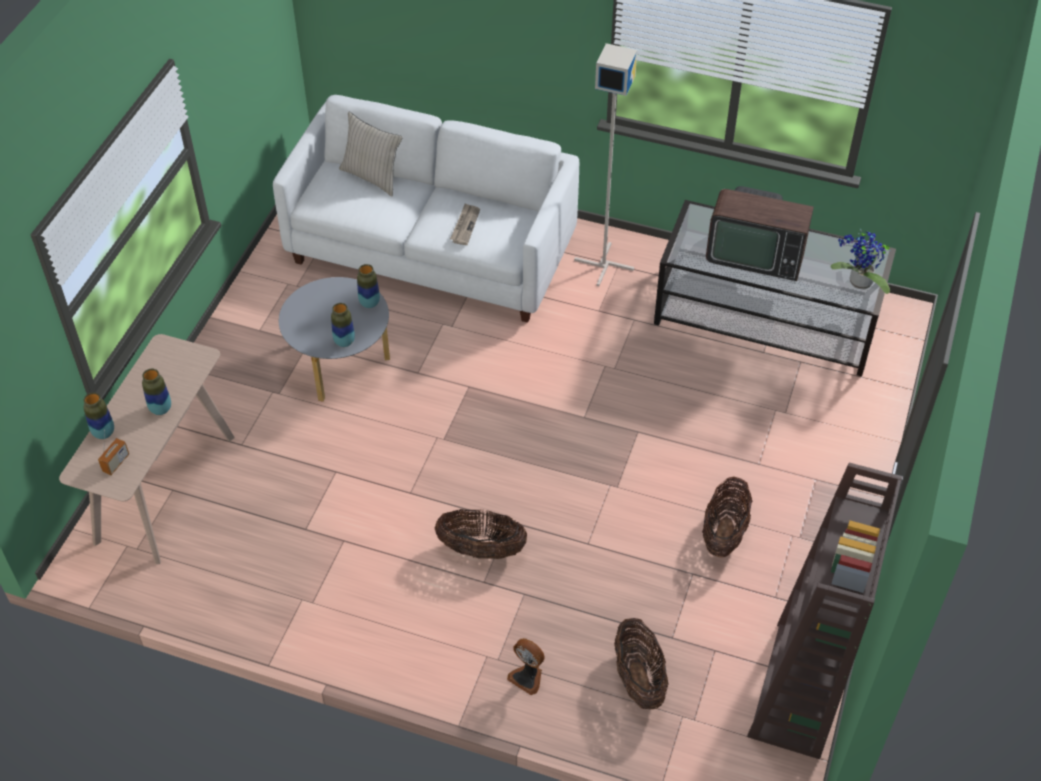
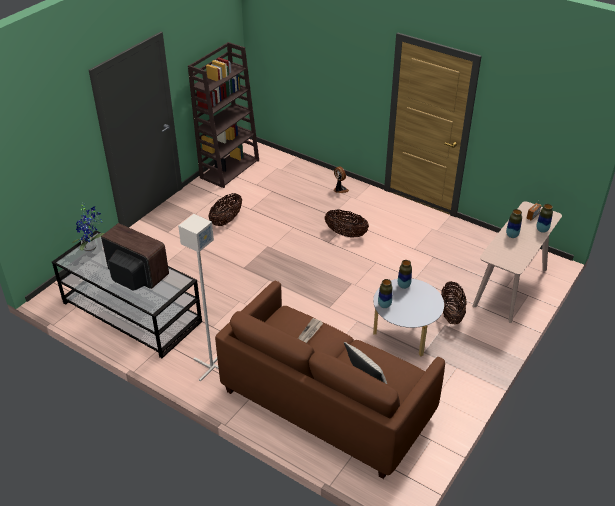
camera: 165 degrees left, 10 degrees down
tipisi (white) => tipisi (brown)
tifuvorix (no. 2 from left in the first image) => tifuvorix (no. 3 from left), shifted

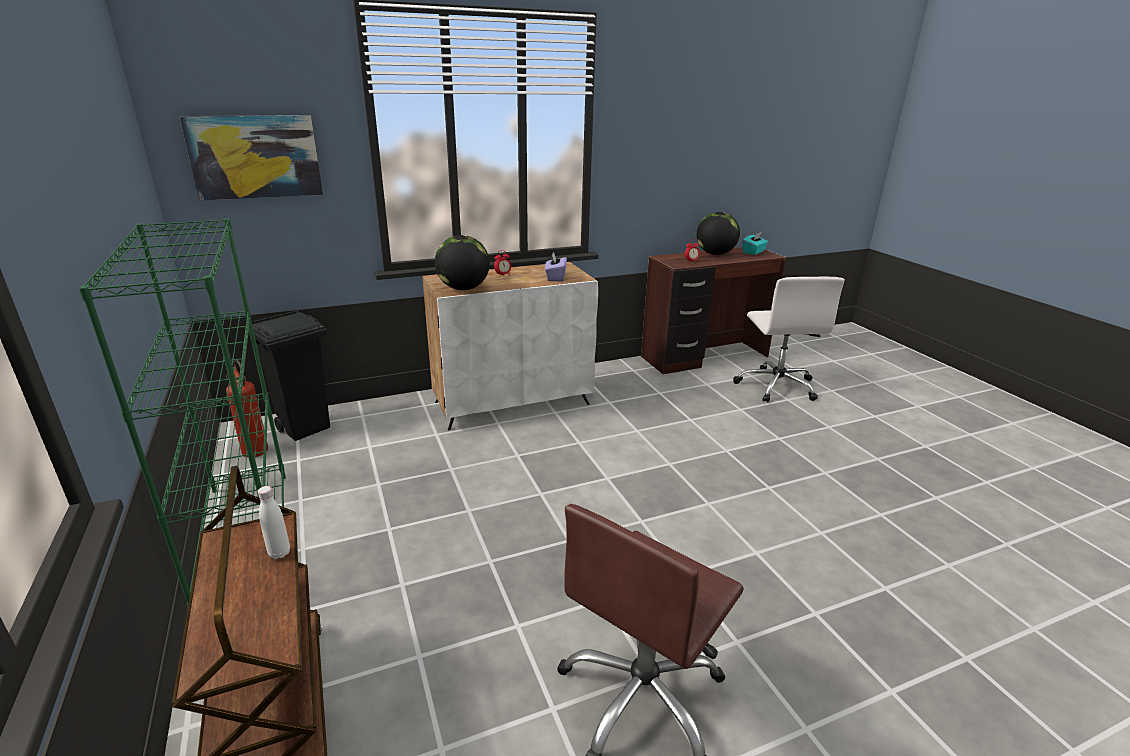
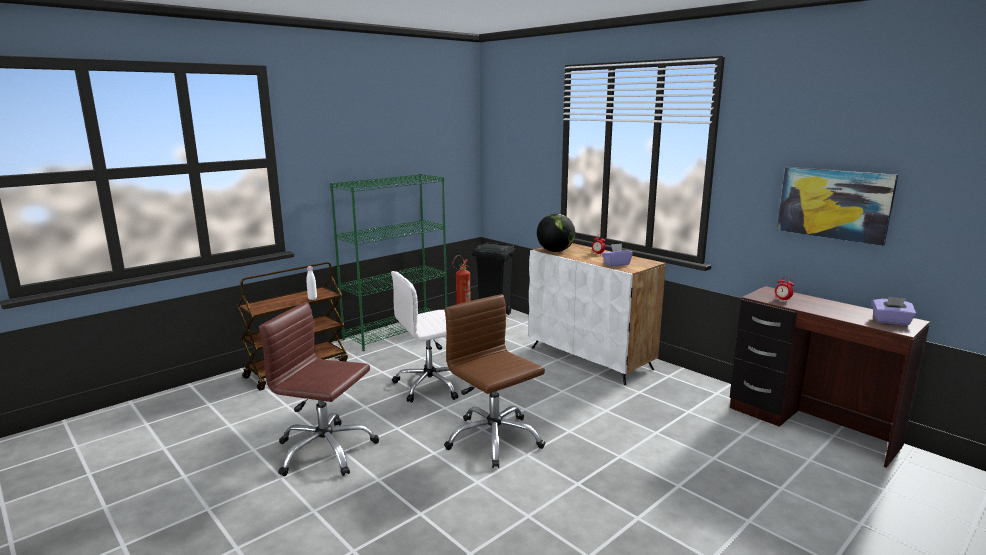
camera: 70 degrees right, 10 degrees down
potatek, shifted
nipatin (no. 2 from left) => nothing
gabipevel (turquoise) => gabipevel (purple) (no. 2 from left)
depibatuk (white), shifted
nothing => depibatuk (brown) (no. 2 from left)

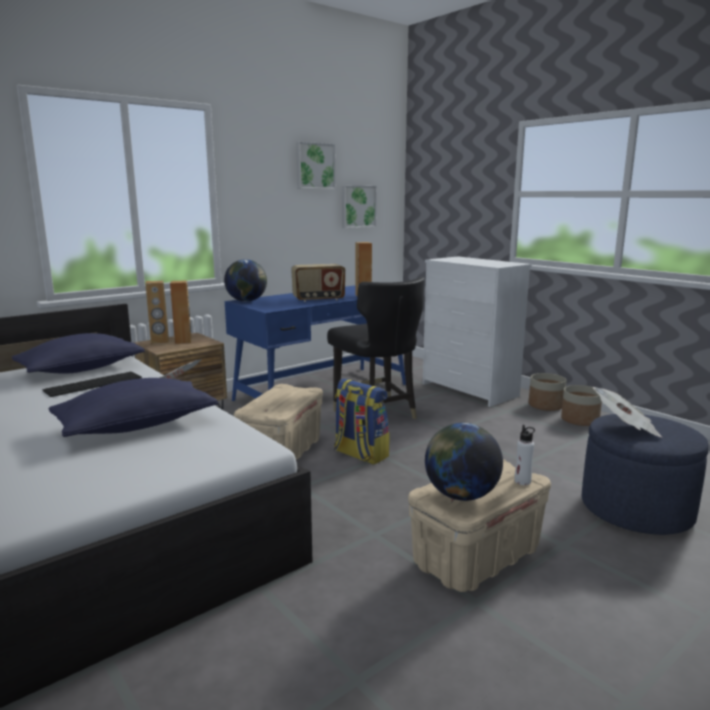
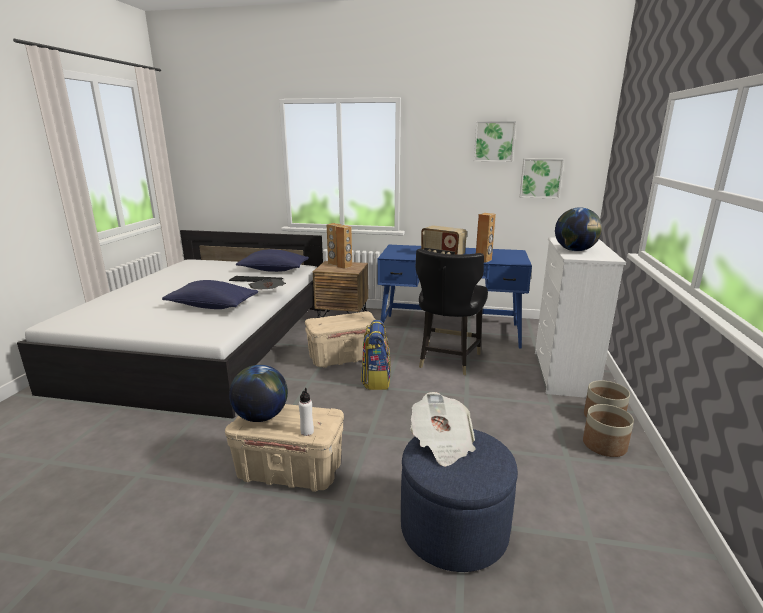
camera: 50 degrees right, 5 degrees up
nipatin (no. 1 from left in the first image) => nipatin (no. 2 from left), shifted

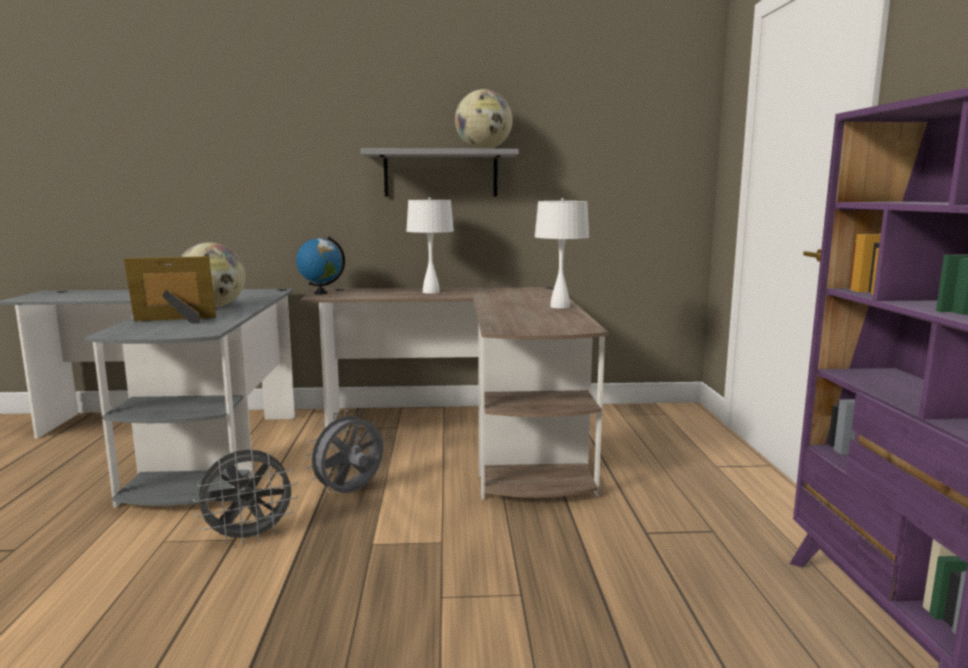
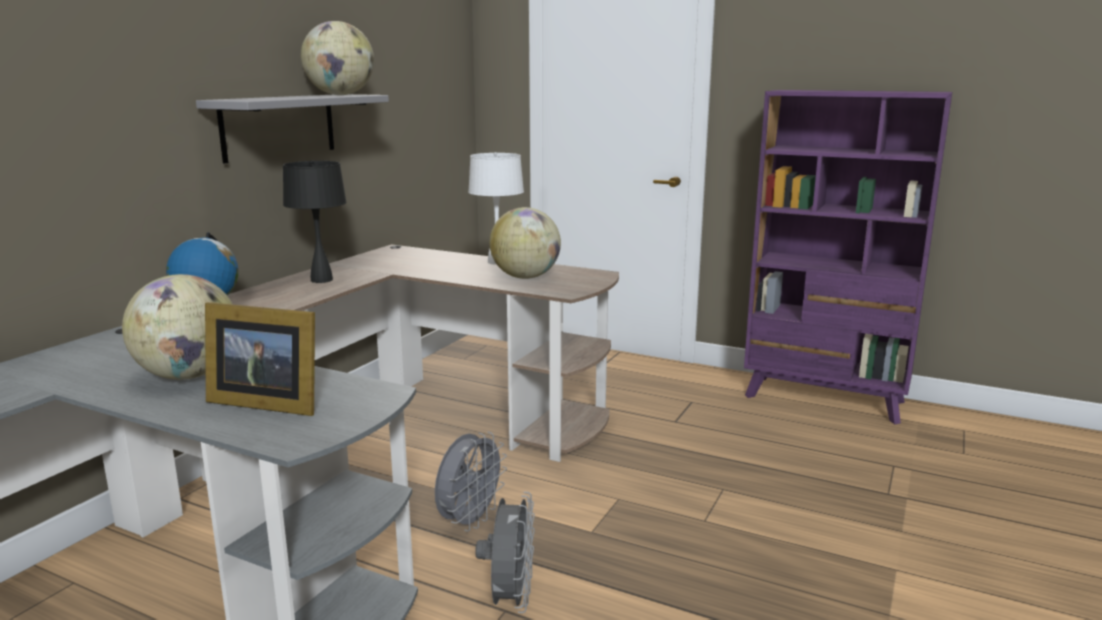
camera: 60 degrees left, 5 degrees up
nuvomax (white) (no. 1 from left) => nuvomax (black)
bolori, 90 degrees counterclockwise
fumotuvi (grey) (no. 2 from left in the first image) => fumotuvi (grey) (no. 1 from left), 135 degrees counterclockwise
nothing => nipatin (no. 4 from left)

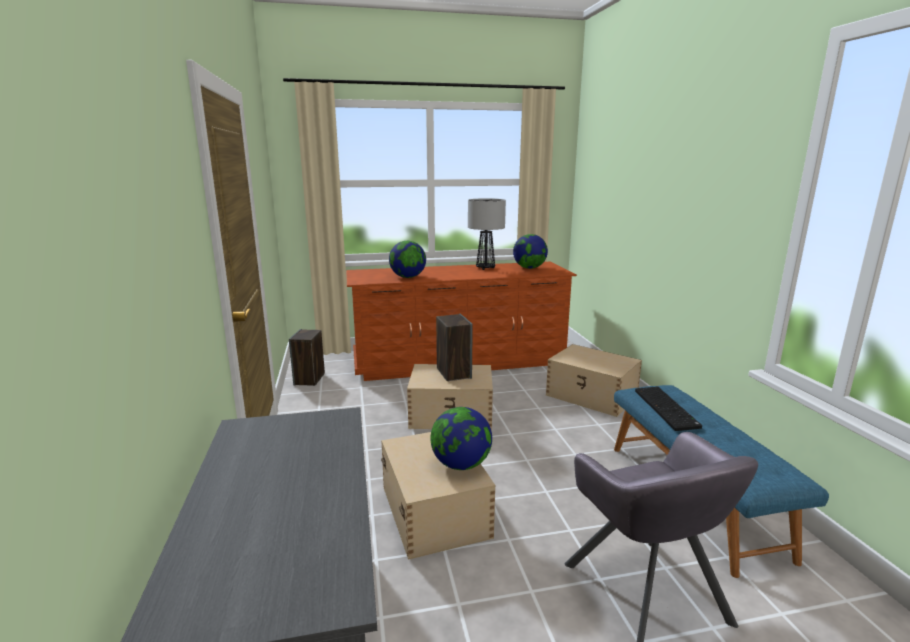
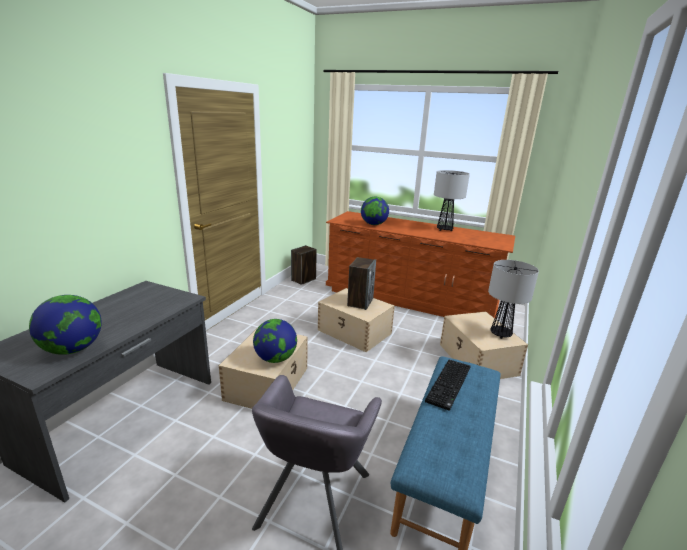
camera: 35 degrees right, 5 degrees up
nipatin (no. 3 from left in the first image) => nipatin (no. 1 from left), shifted
nothing => nuvomax (no. 2 from left)

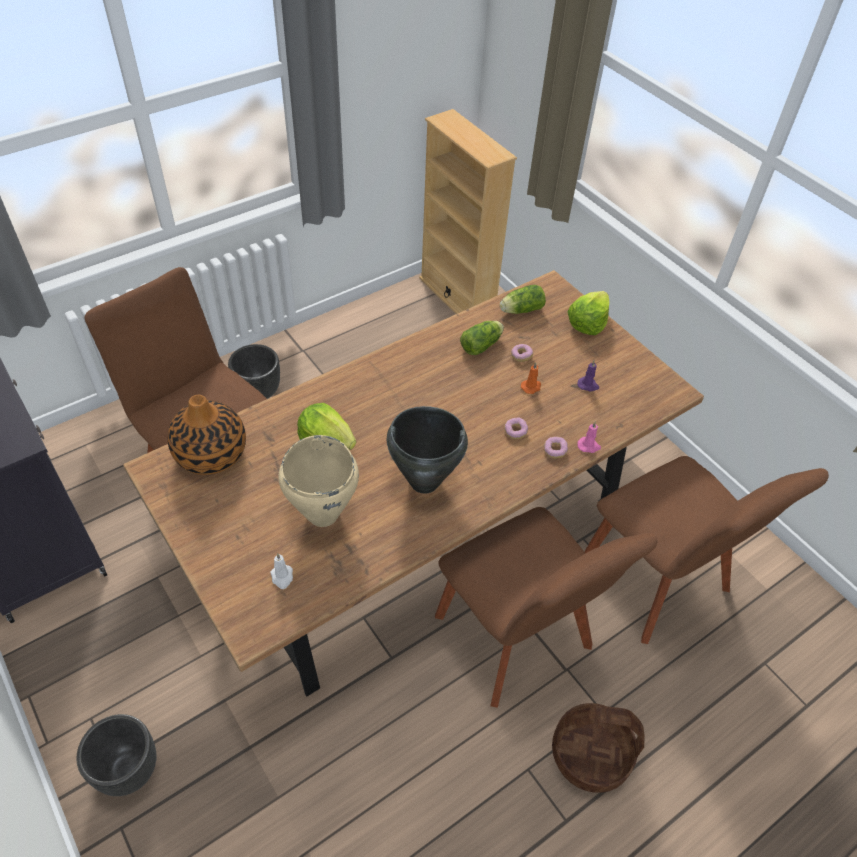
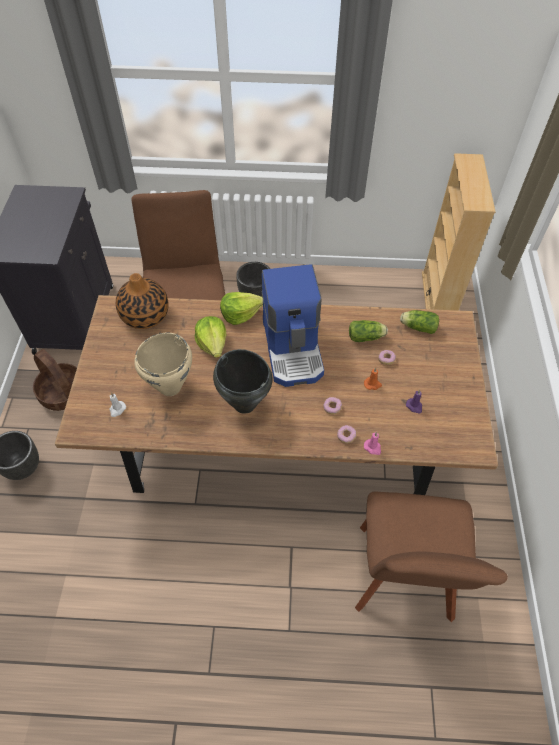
camera: 40 degrees right, 5 degrees up
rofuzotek (no. 4 from left in the first image) => rofuzotek (no. 2 from left), shifted
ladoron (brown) (no. 2 from left) => nothing
tifuvorix, shifted
nothing => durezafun

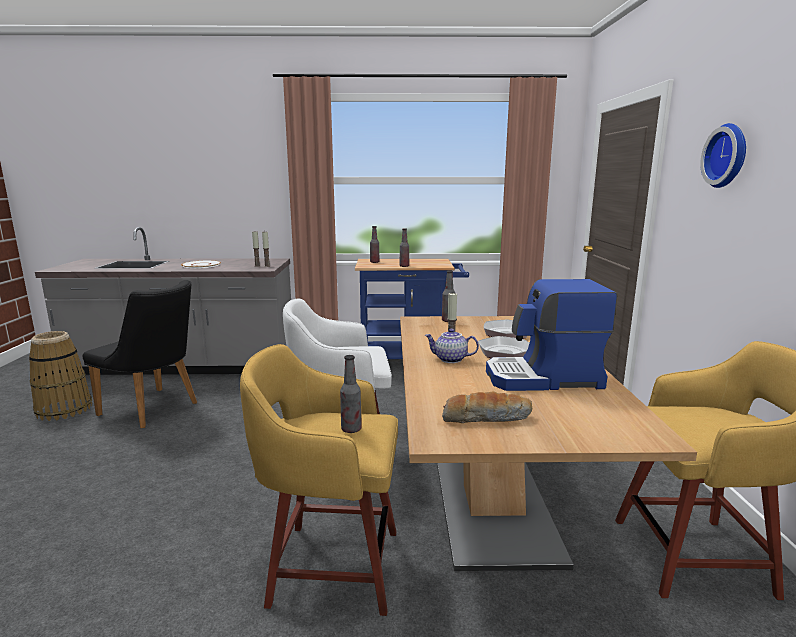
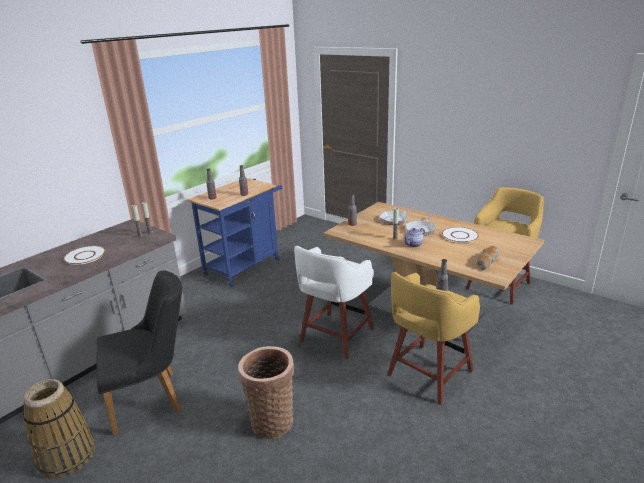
camera: 50 degrees left, 10 degrees up
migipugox => nothing
durezafun => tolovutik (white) (no. 2 from left)
nothing => tifuvorix (no. 2 from left)

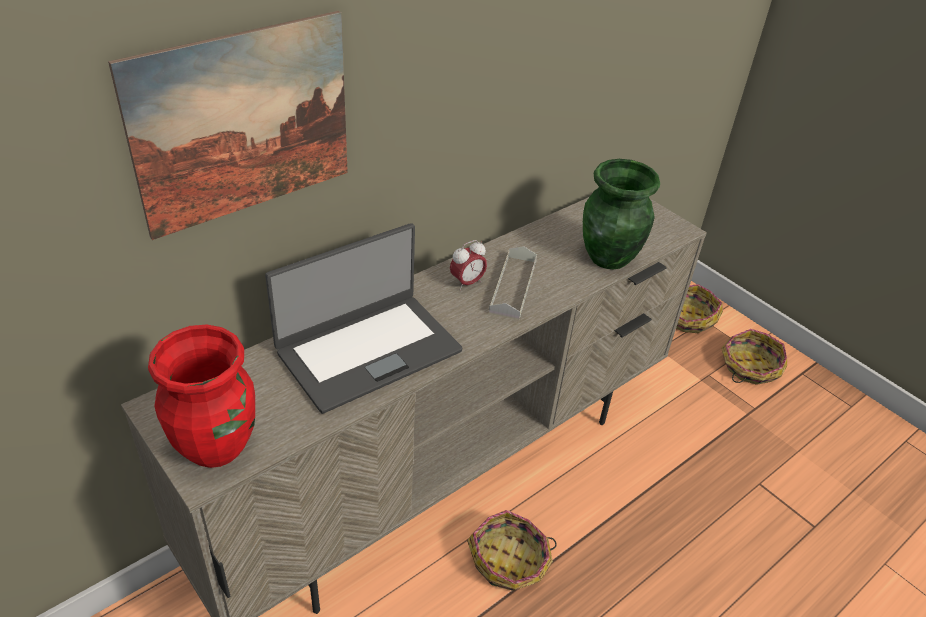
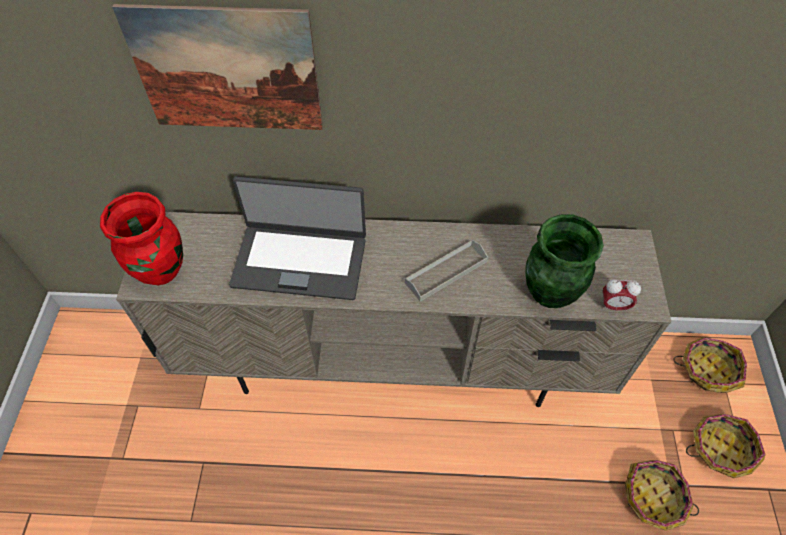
camera: 45 degrees right, 15 degrees up
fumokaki, shifted
tifuvorix (no. 1 from left), shifted

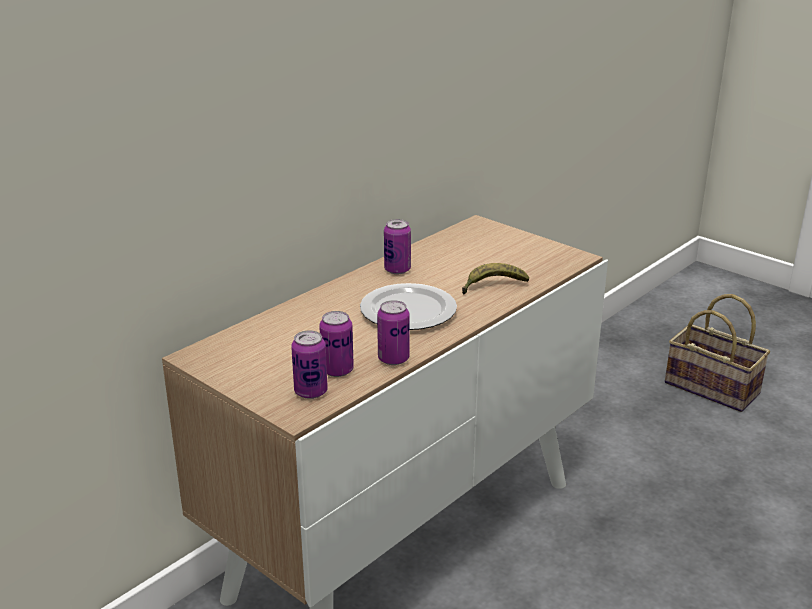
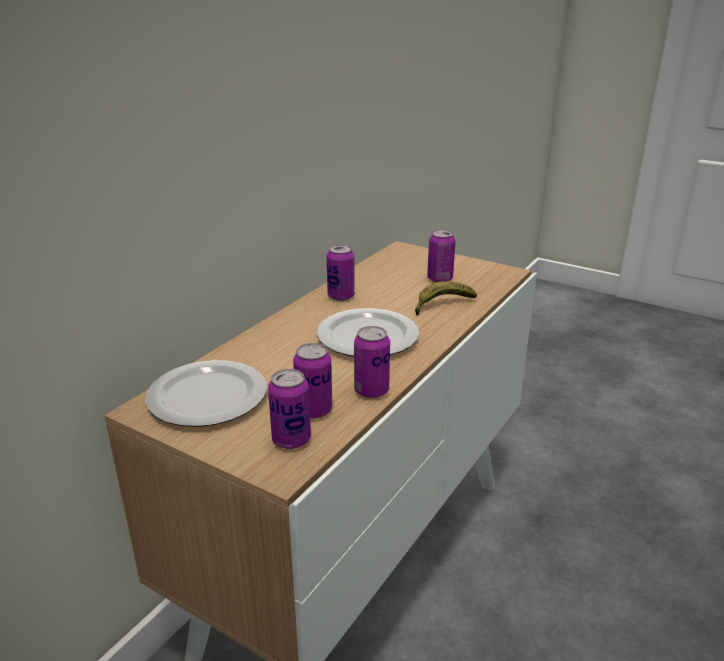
camera: 10 degrees left, 0 degrees up
tifuvorix => nothing
nothing => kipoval (no. 5 from left)
nothing => tolovutik (no. 1 from left)

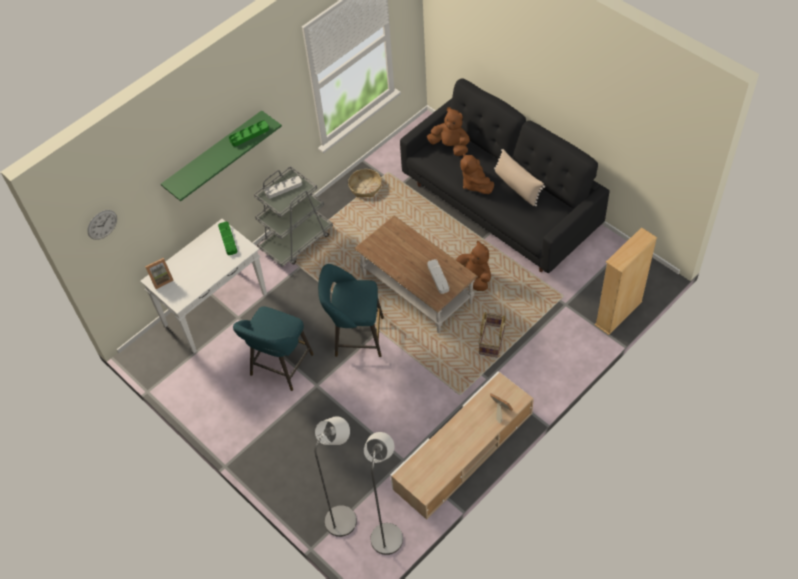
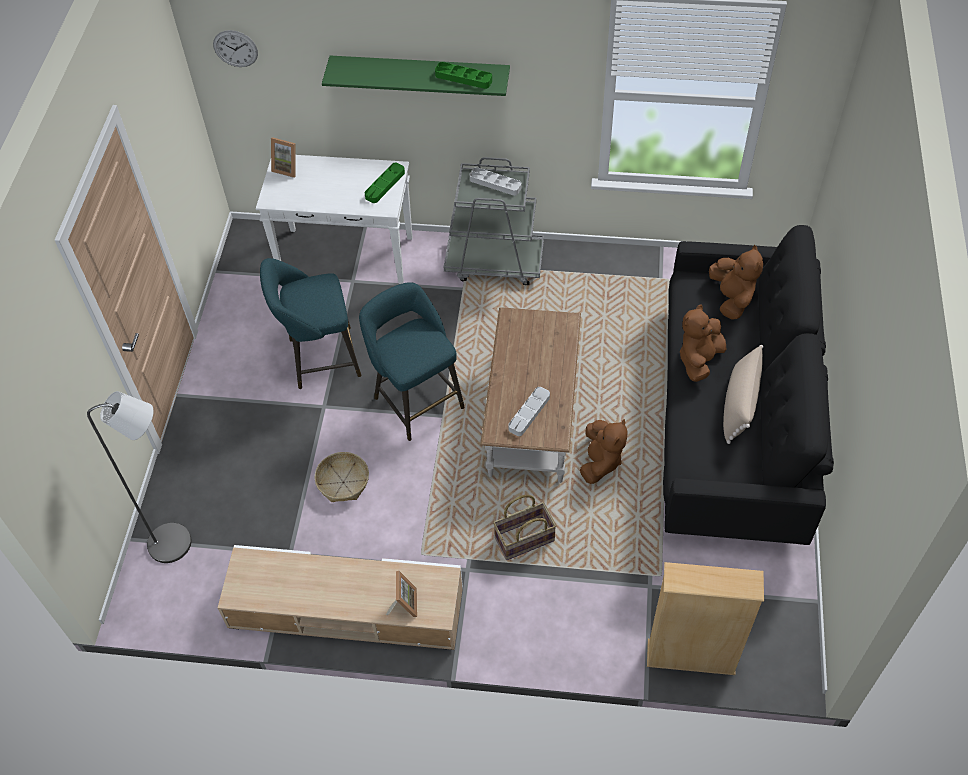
camera: 50 degrees right, 0 degrees up
tifuvorix (no. 1 from left), shifted
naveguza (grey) (no. 2 from left) => nothing

